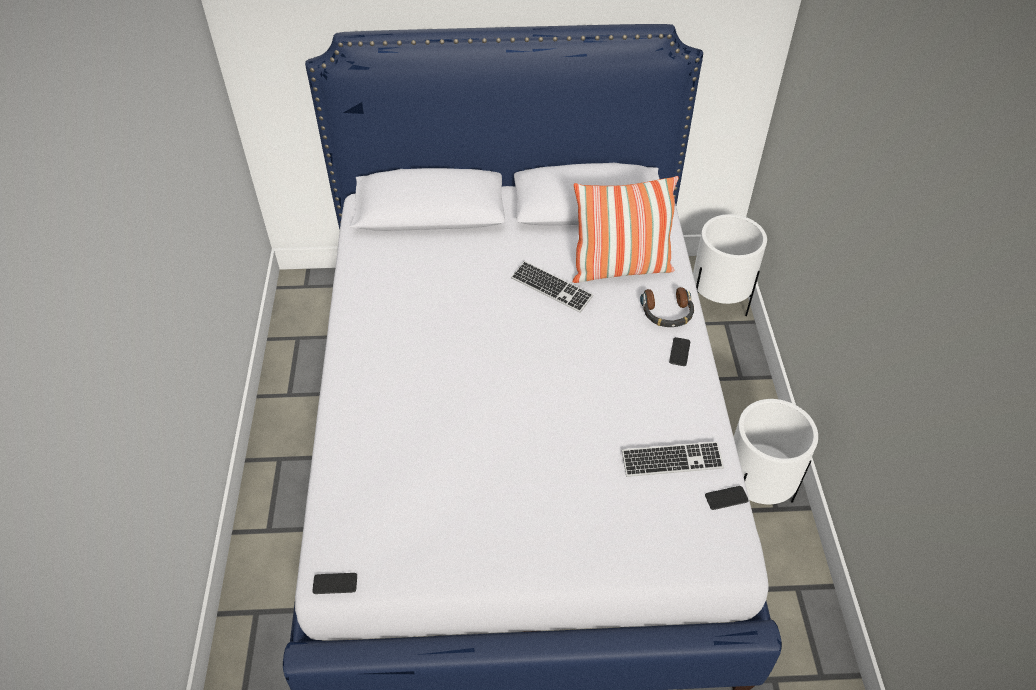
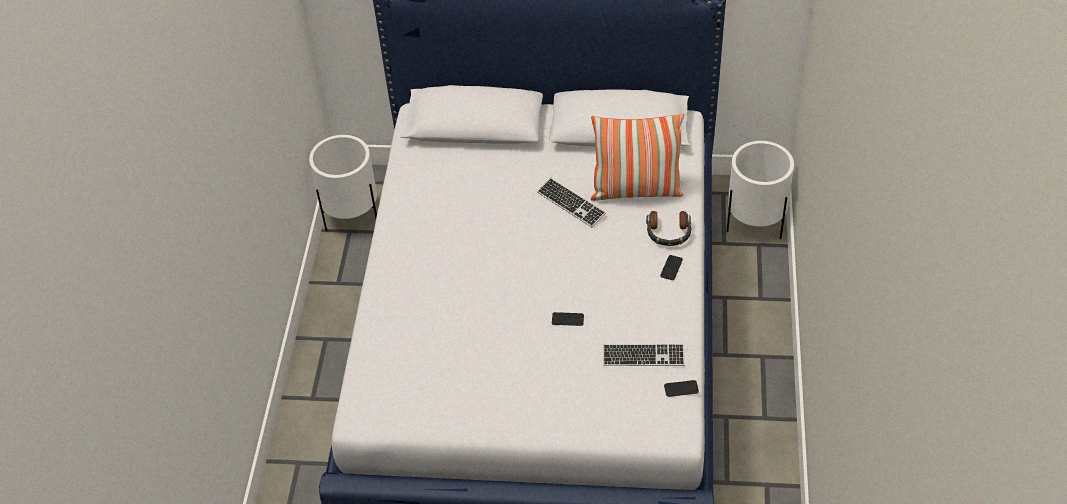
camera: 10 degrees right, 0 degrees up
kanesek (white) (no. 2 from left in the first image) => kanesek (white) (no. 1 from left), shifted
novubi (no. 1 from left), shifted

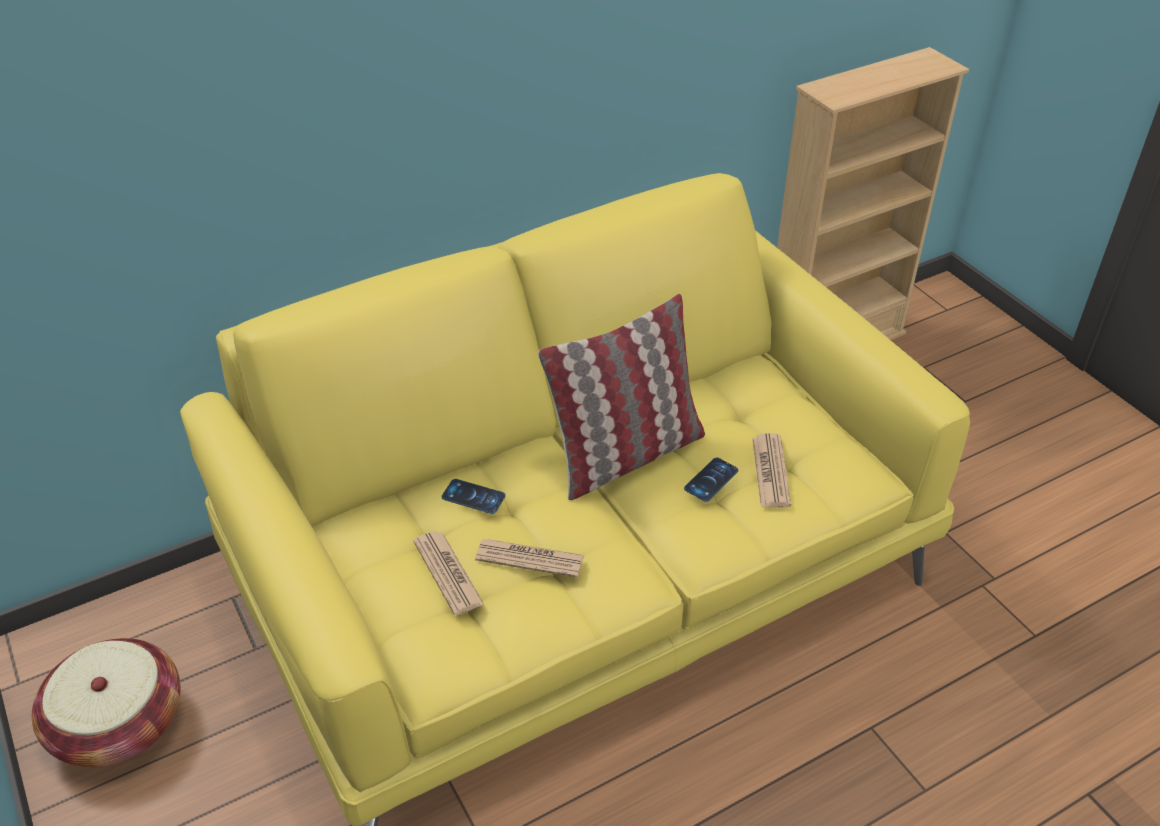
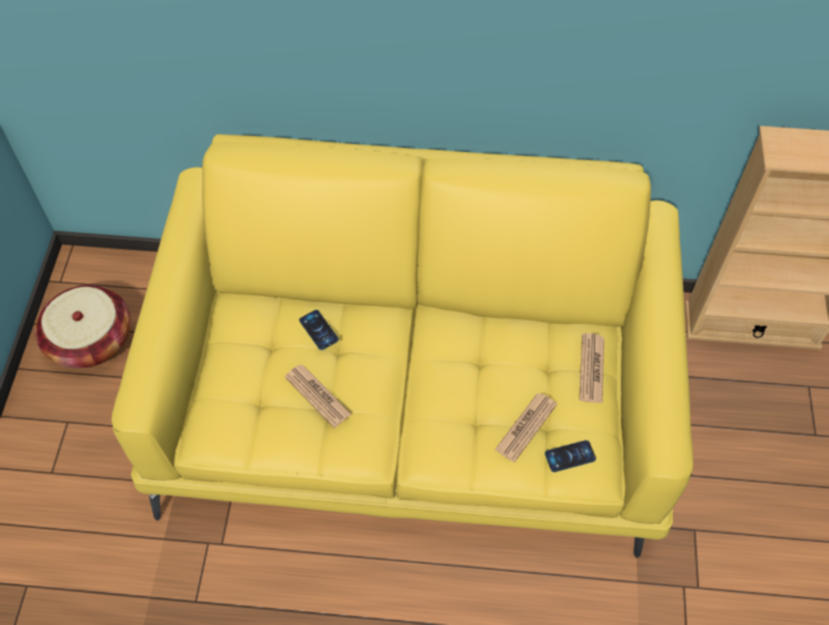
camera: 35 degrees right, 15 degrees up
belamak => nothing
novubi (no. 2 from left), shifted
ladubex (no. 1 from left in the first image) => ladubex (no. 3 from left), shifted

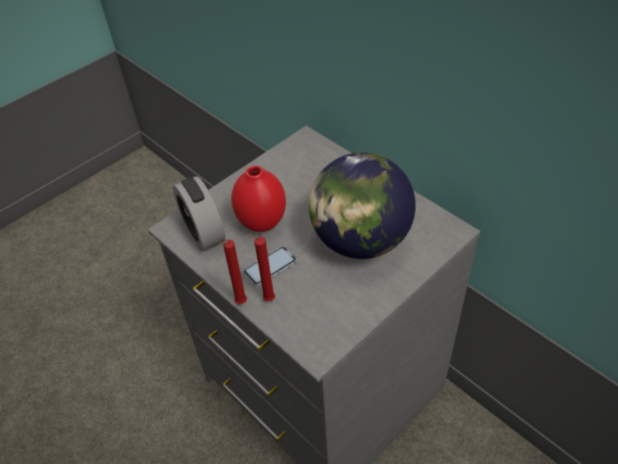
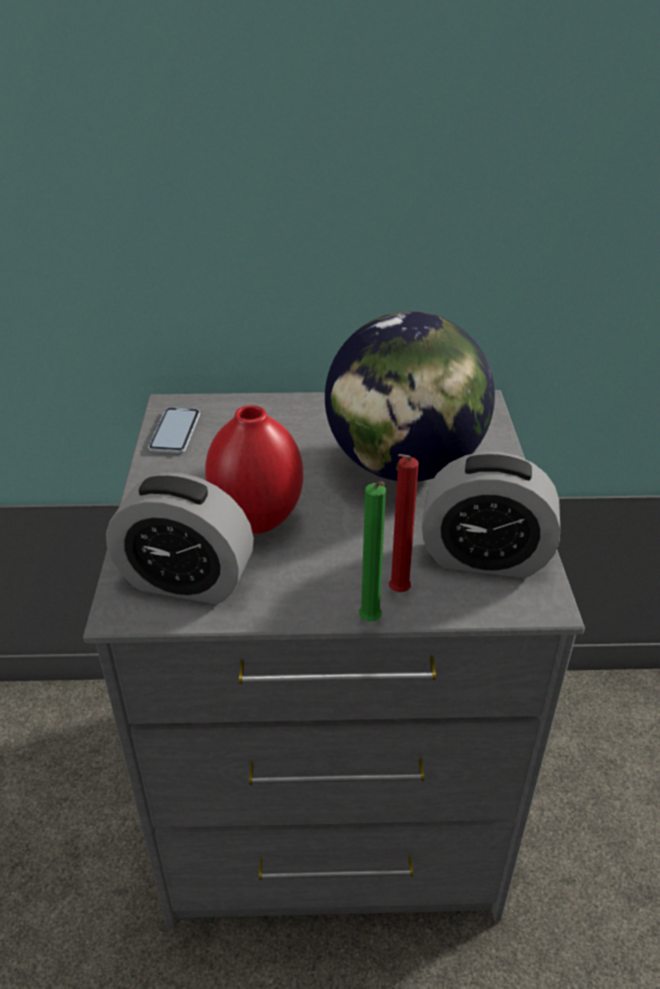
camera: 50 degrees left, 10 degrees down
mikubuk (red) (no. 1 from left) => mikubuk (green)
novubi, shifted
nothing => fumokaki (no. 2 from left)

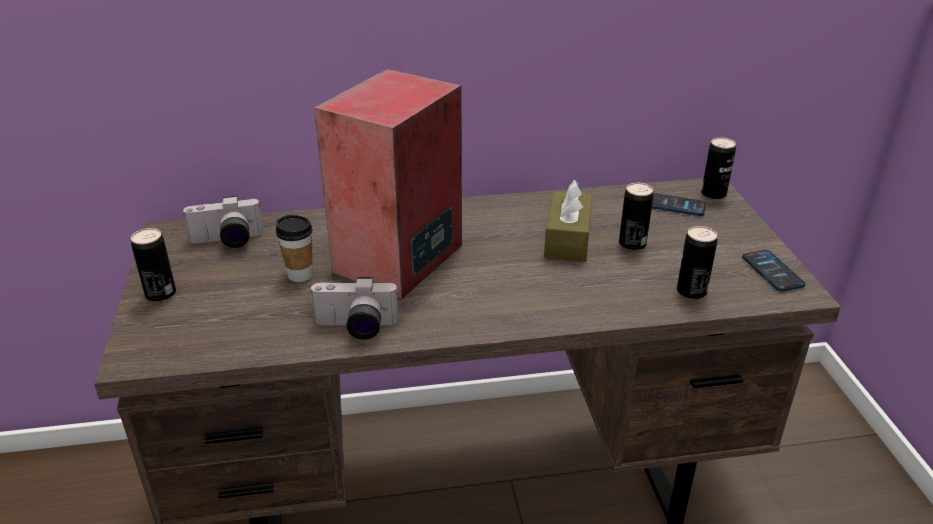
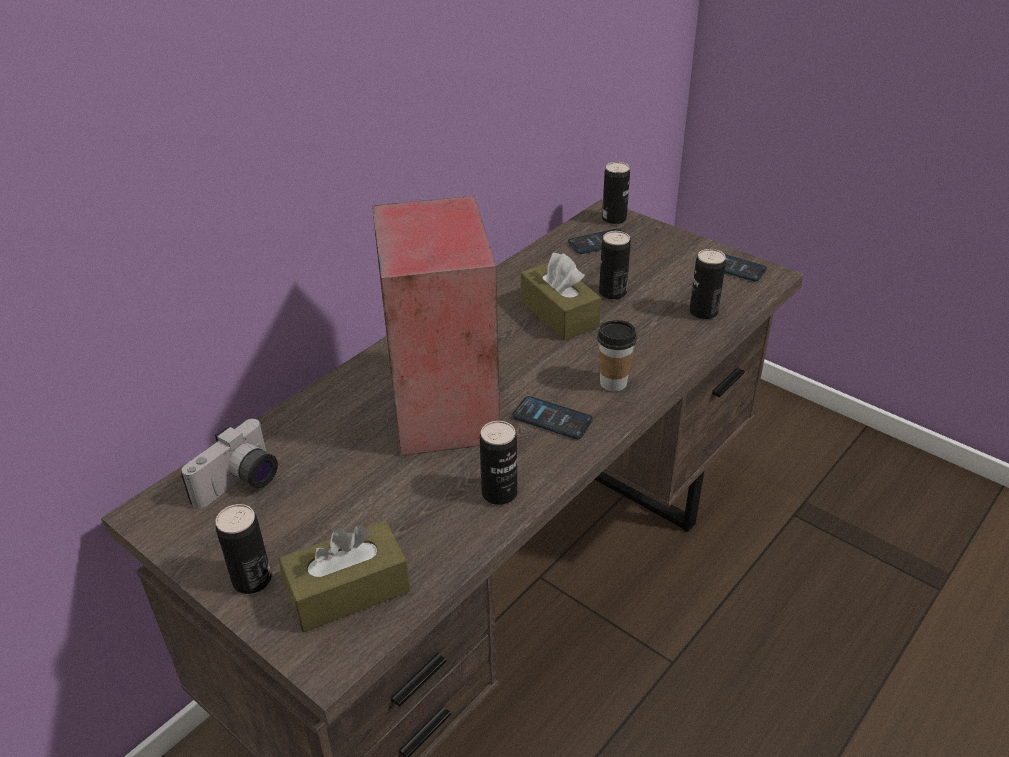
camera: 40 degrees left, 5 degrees up
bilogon, shifted
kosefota (no. 2 from left) => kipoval (no. 2 from left)
nothing => novubi (no. 1 from left)
nothing => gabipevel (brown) (no. 1 from left)

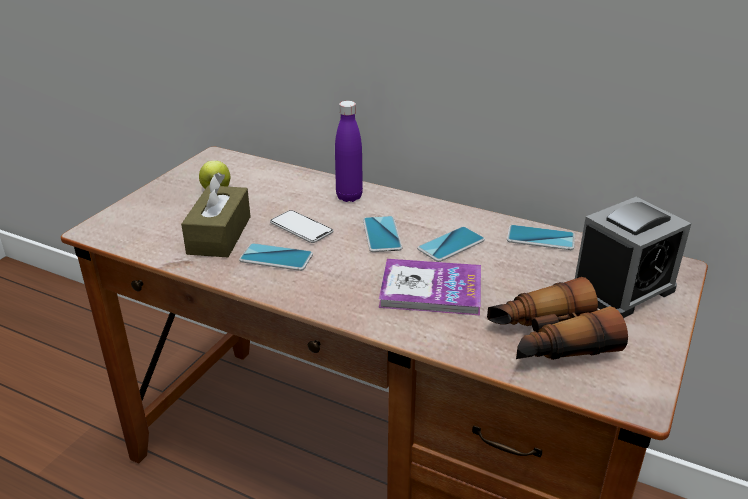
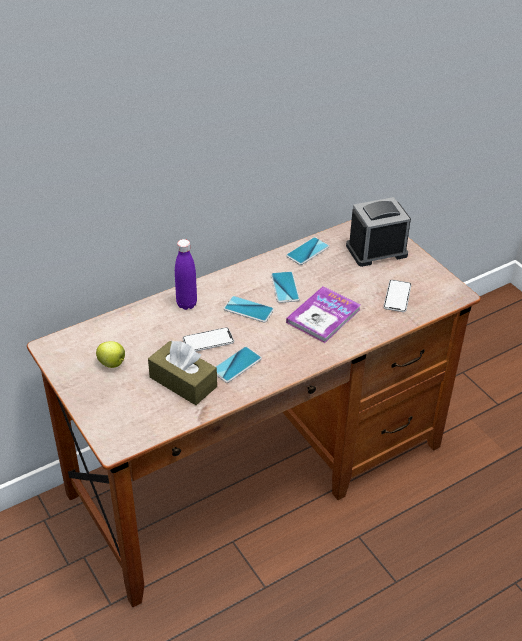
camera: 60 degrees left, 10 degrees up
fumokaki, 105 degrees counterclockwise
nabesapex => novubi (no. 6 from left)

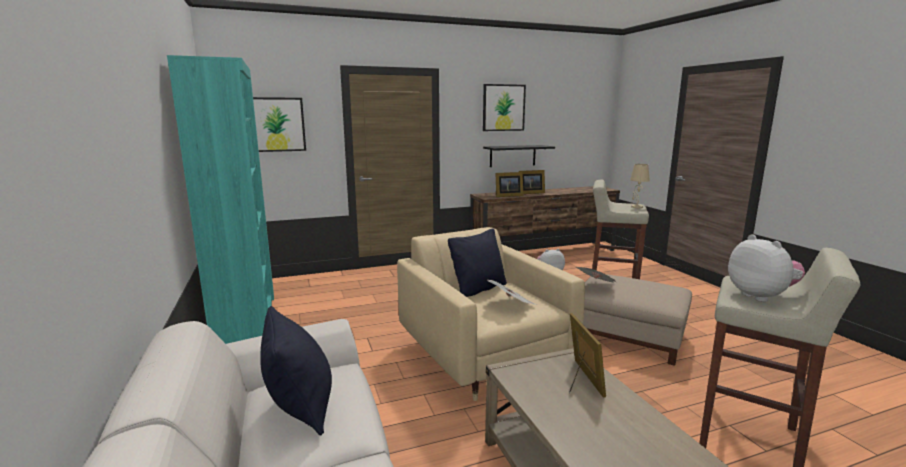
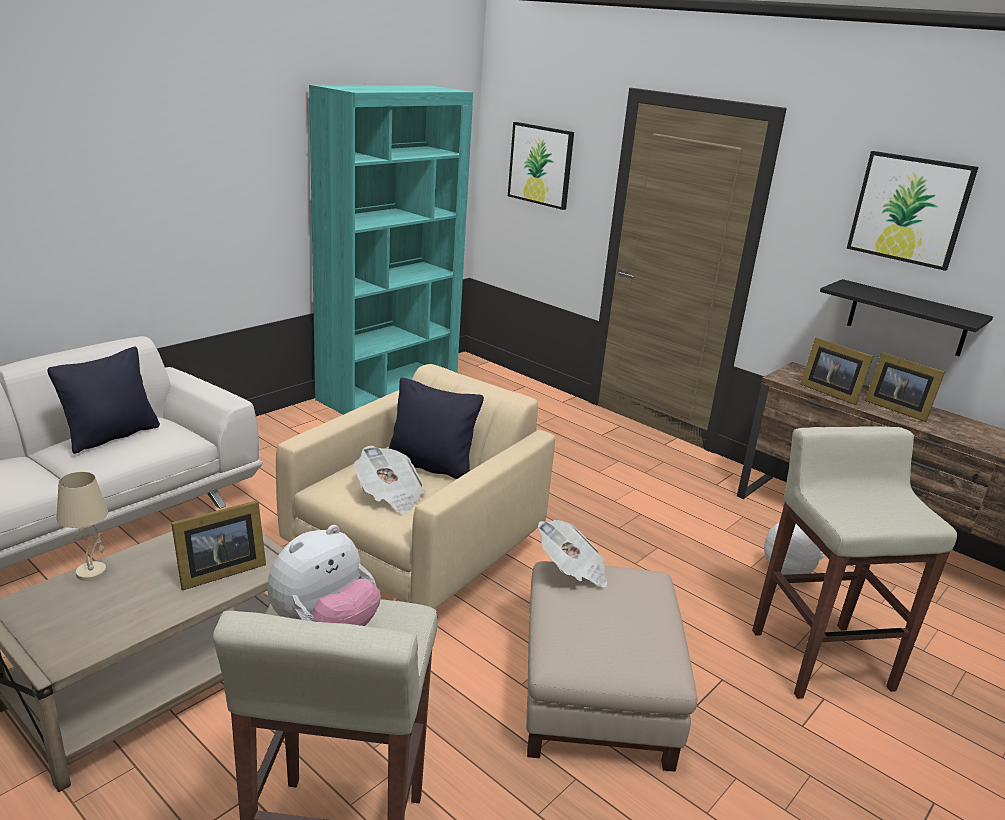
camera: 60 degrees right, 10 degrees up
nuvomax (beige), shifted

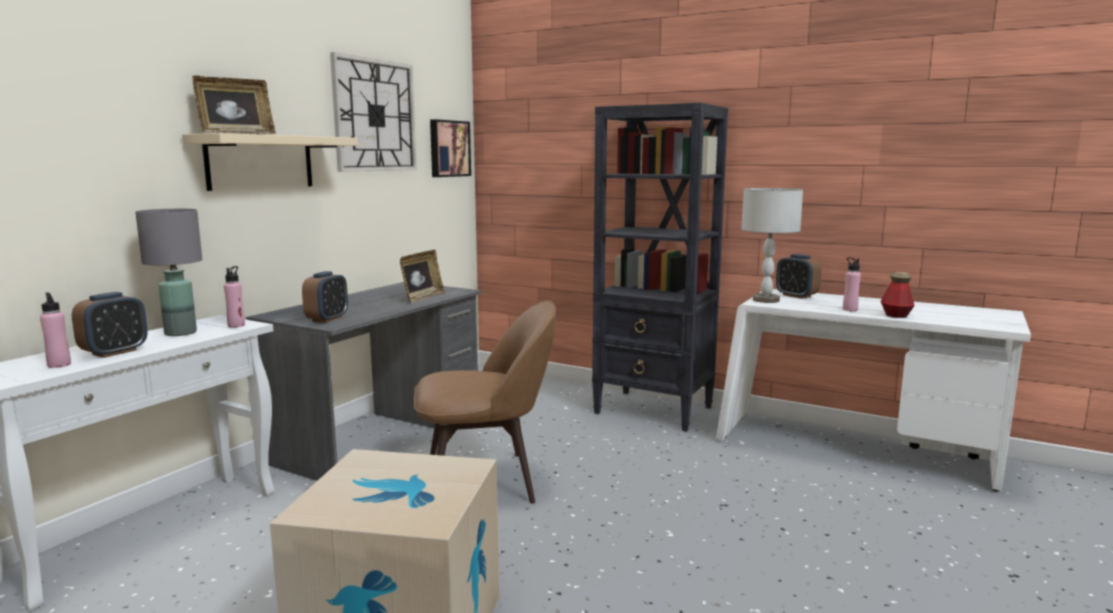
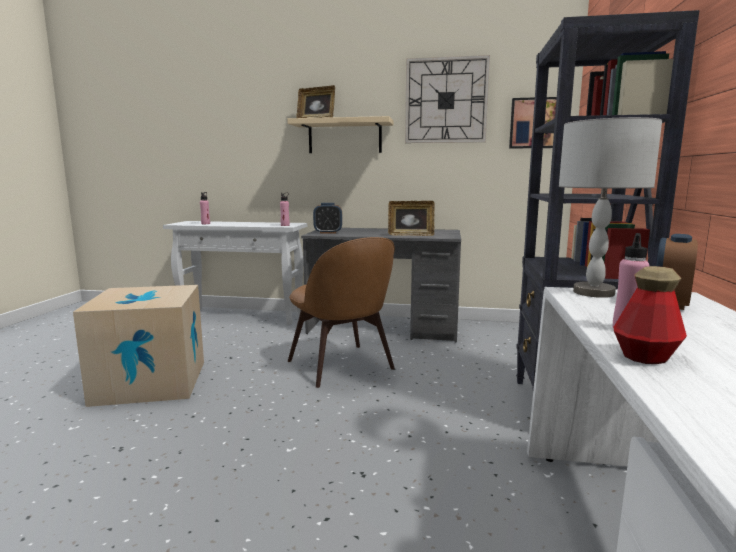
camera: 70 degrees right, 0 degrees up
nuvomax (grey) (no. 1 from left) => nothing
fumokaki (no. 1 from left) => nothing

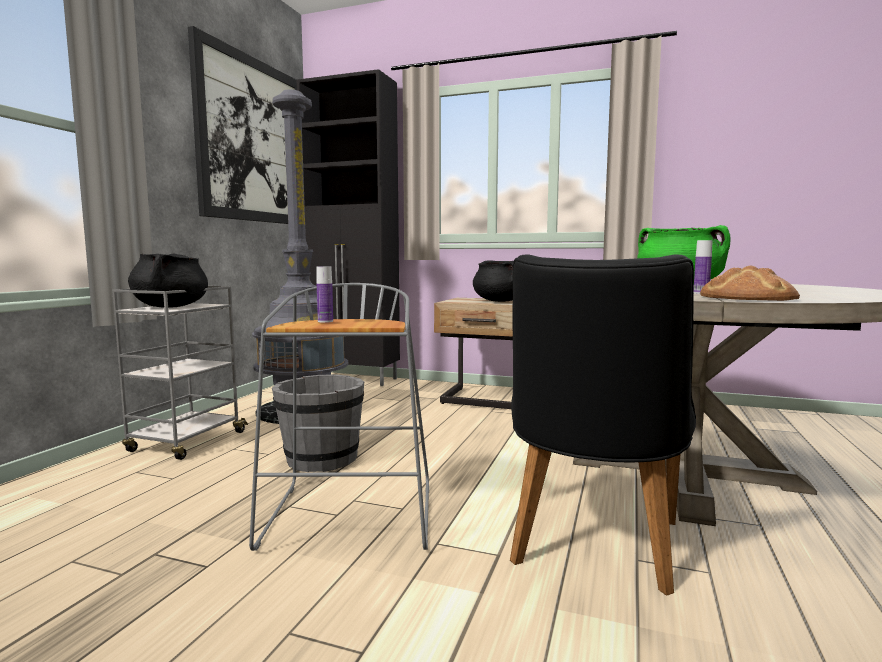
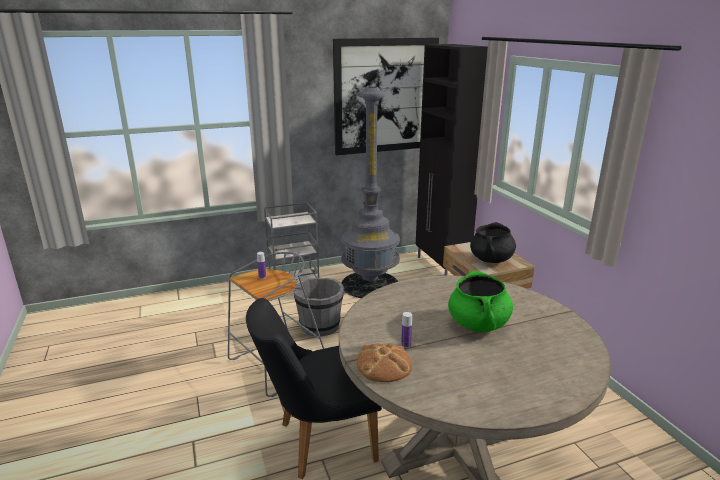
camera: 50 degrees right, 15 degrees up
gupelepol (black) (no. 1 from left) => nothing

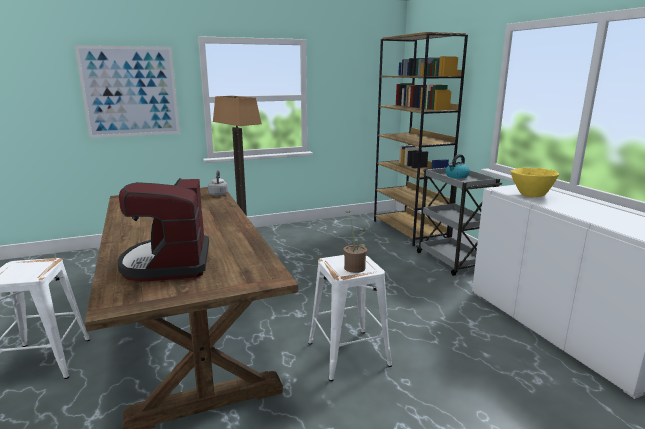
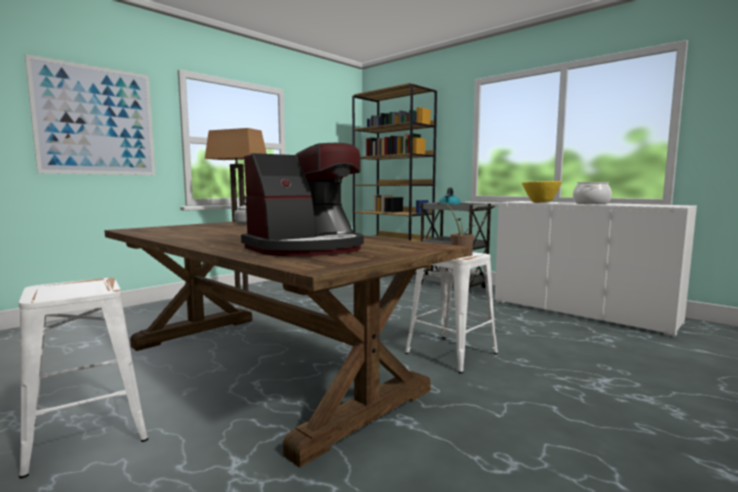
camera: 25 degrees left, 10 degrees down
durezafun, 90 degrees counterclockwise
nothing => gupelepol

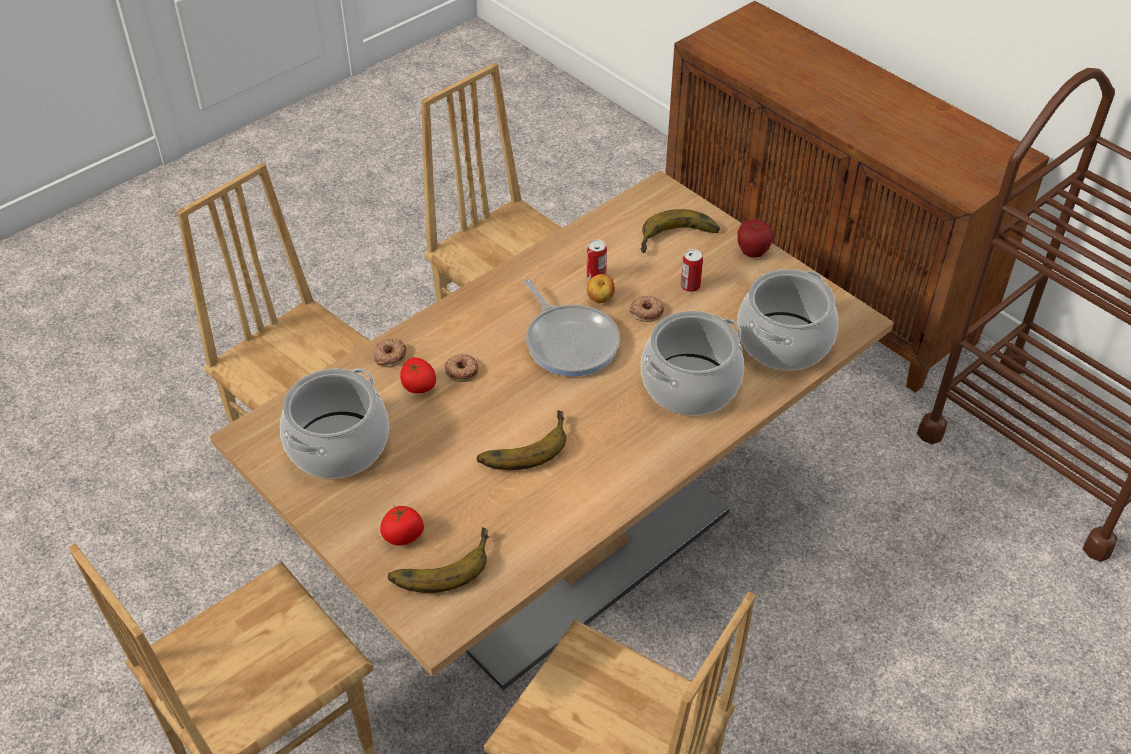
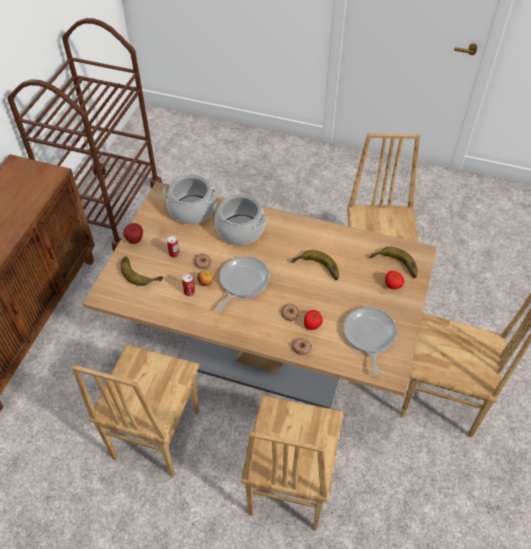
camera: 120 degrees left, 5 degrees up
gupelepol (no. 1 from left) => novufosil (no. 2 from left)

